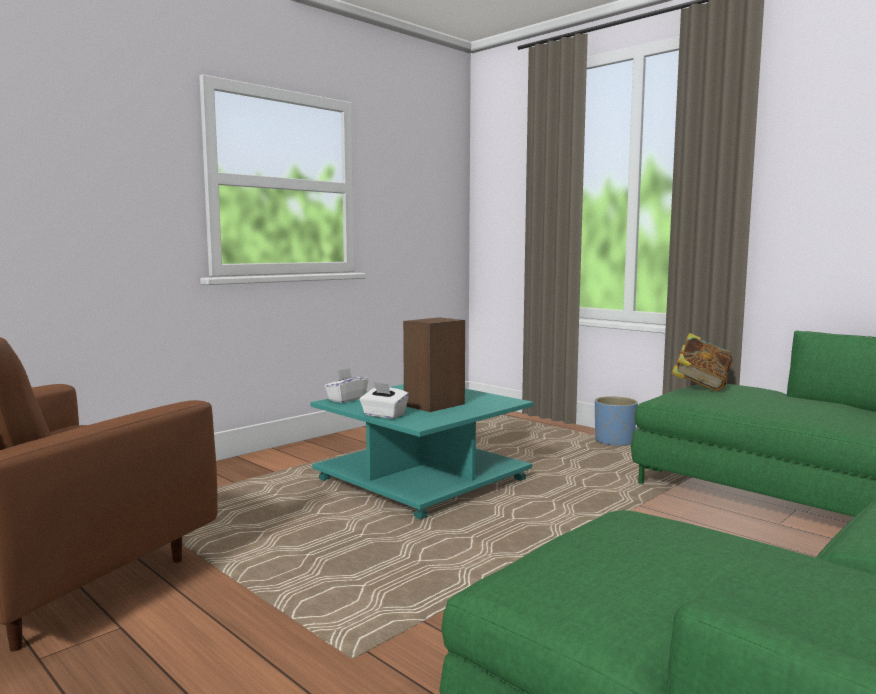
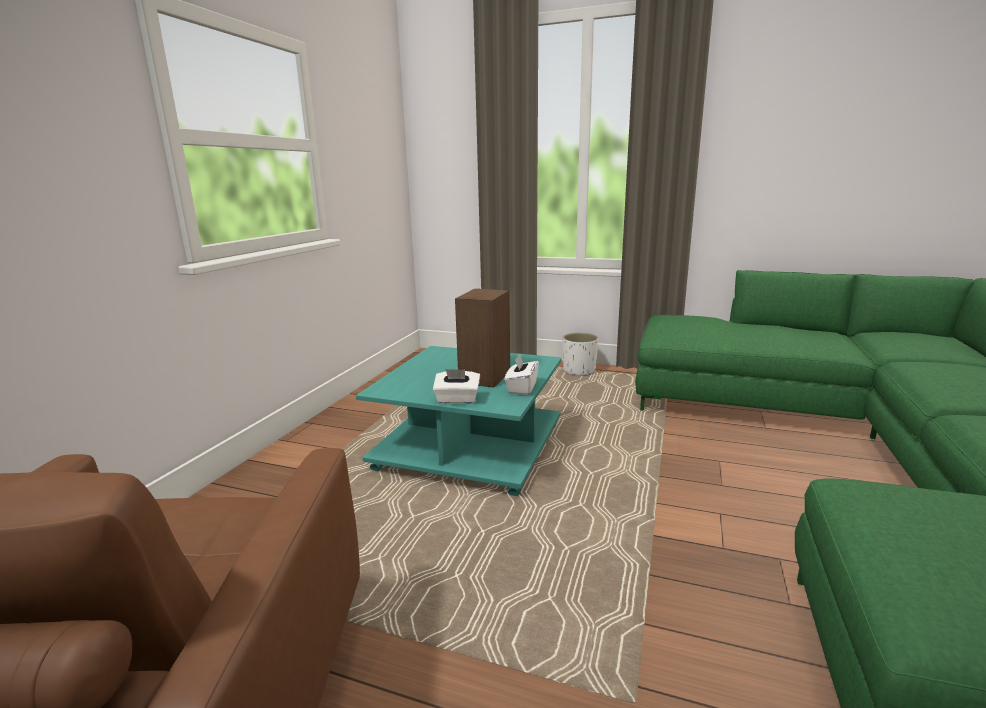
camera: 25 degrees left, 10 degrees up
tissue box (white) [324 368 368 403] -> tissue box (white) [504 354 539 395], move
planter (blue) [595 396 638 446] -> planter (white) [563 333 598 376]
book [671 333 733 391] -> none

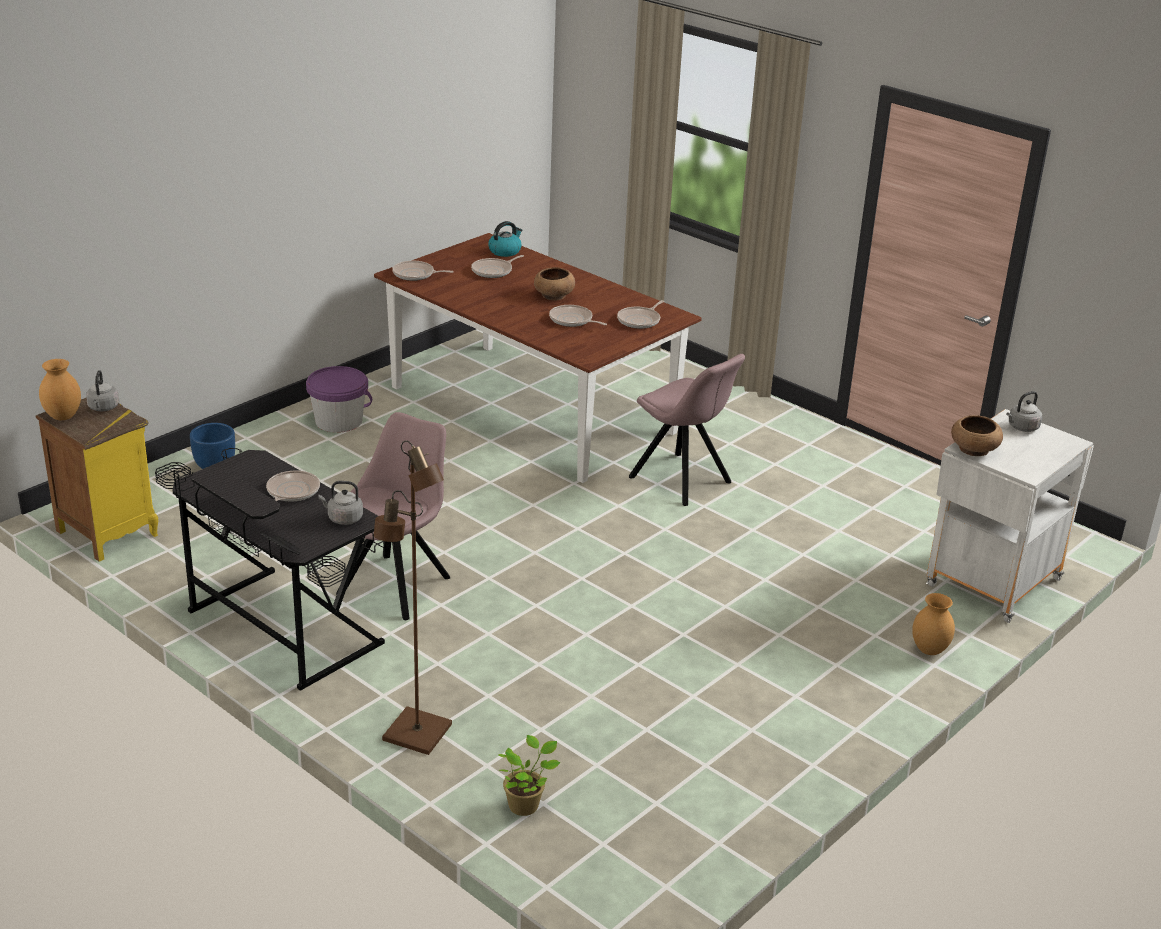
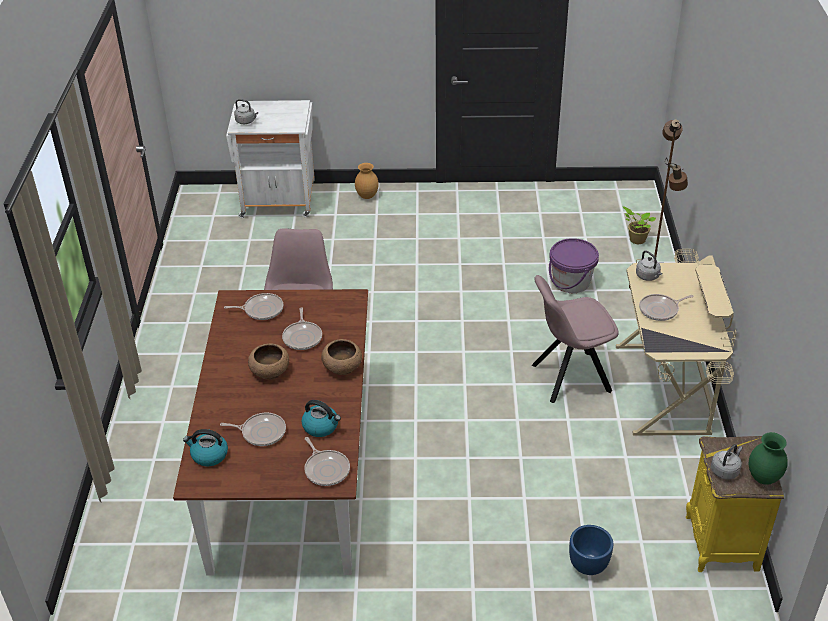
camera: 130 degrees left, 10 degrees up
vase (brown) [39 359 81 420] -> vase (green) [749 432 788 485]
desk (black) [155 448 385 691] -> desk (beige) [616 249 736 435]
bucket (purple) [306 366 372 433] -> bucket (purple) [549 238 599 293], move
bowl (brown) [951 415 1003 456] -> bowl (brown) [321 339 362 375], move
none -> kettle [301 400 341 437]

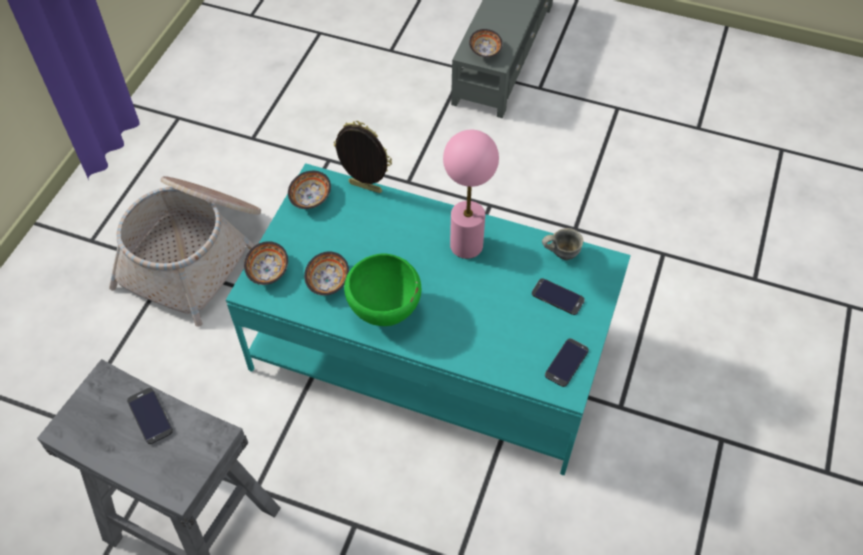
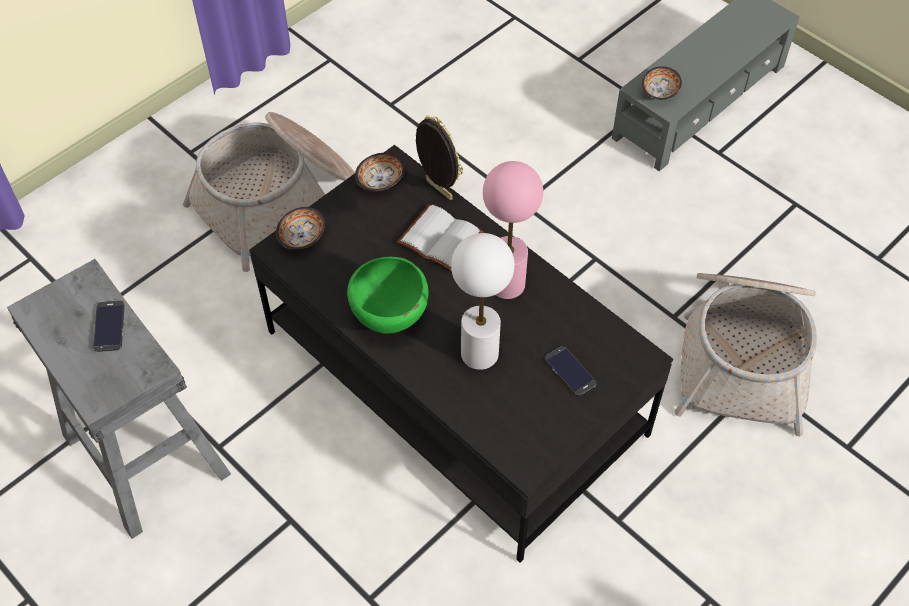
camera: 25 degrees right, 0 degrees up
coffee table (turquoise) [226 163 631 475] -> coffee table (black) [249 145 673 562]
bowl [304 252 349 296] -> none
mug (grey) [542 228 583 260] -> none
phone [545 338 589 387] -> none
none -> book (white) [397 204 484 272]
none -> table lamp (white) [451 233 515 370]
none -> basket [674 273 817 436]

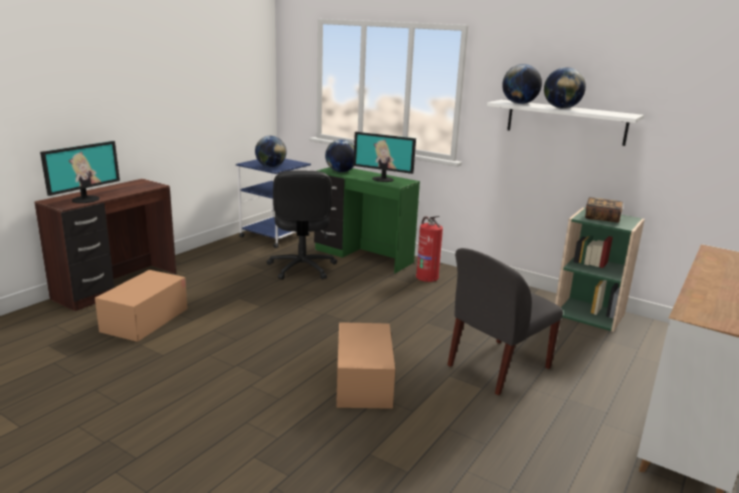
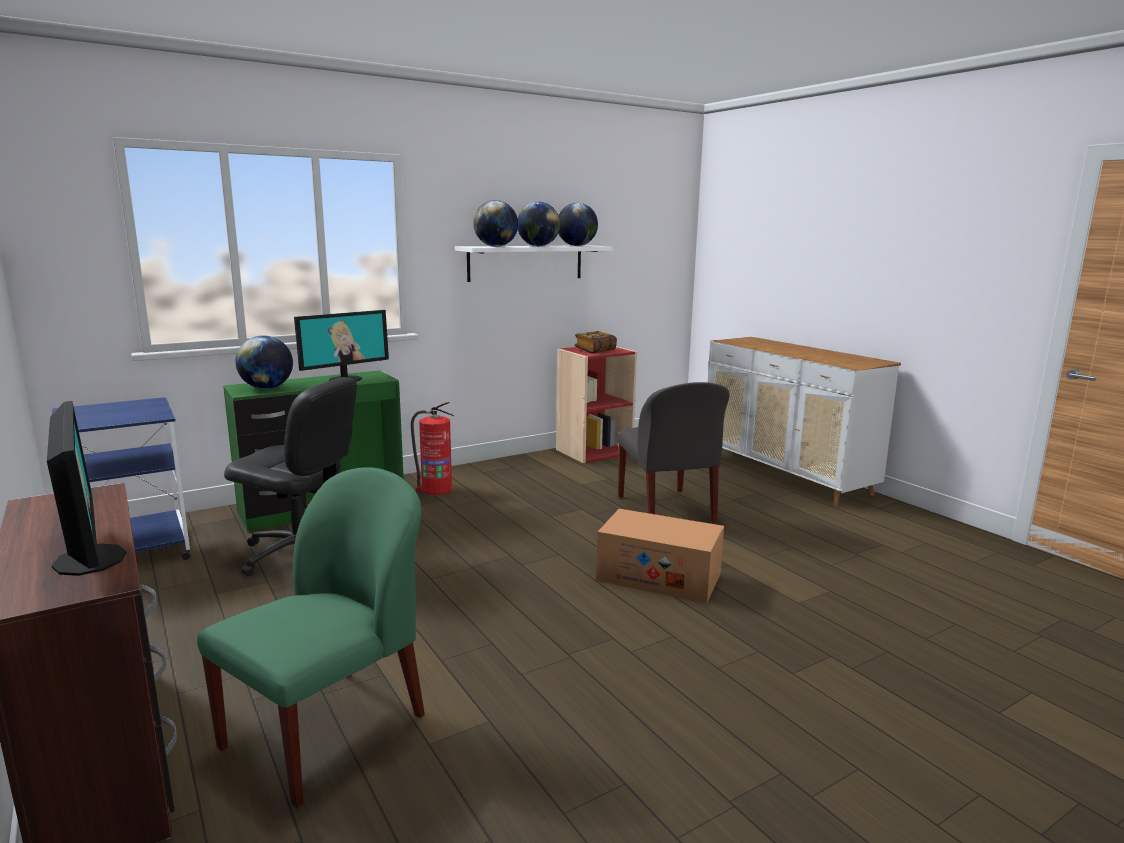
camera: 65 degrees left, 5 degrees down
cardboard box [95 270 188 342] -> chair (green) [197 467 425 808]
globe [255 136 287 167] -> globe [558 203 598 246], move
bookcase (green) [555 207 645 332] -> bookcase (red) [556 346 637 463]

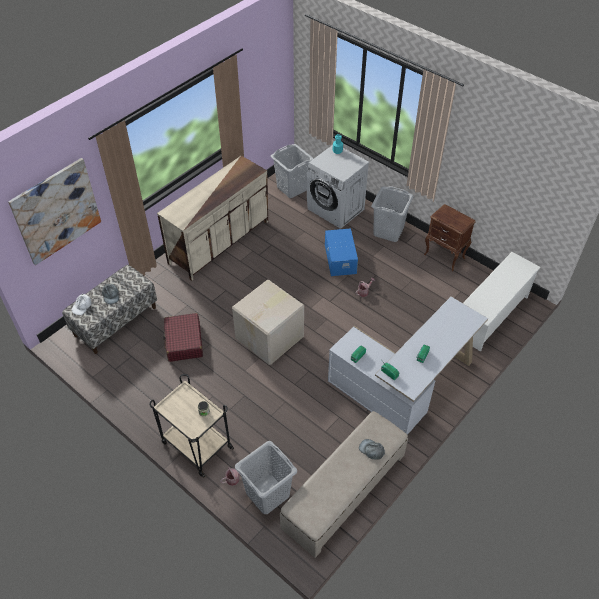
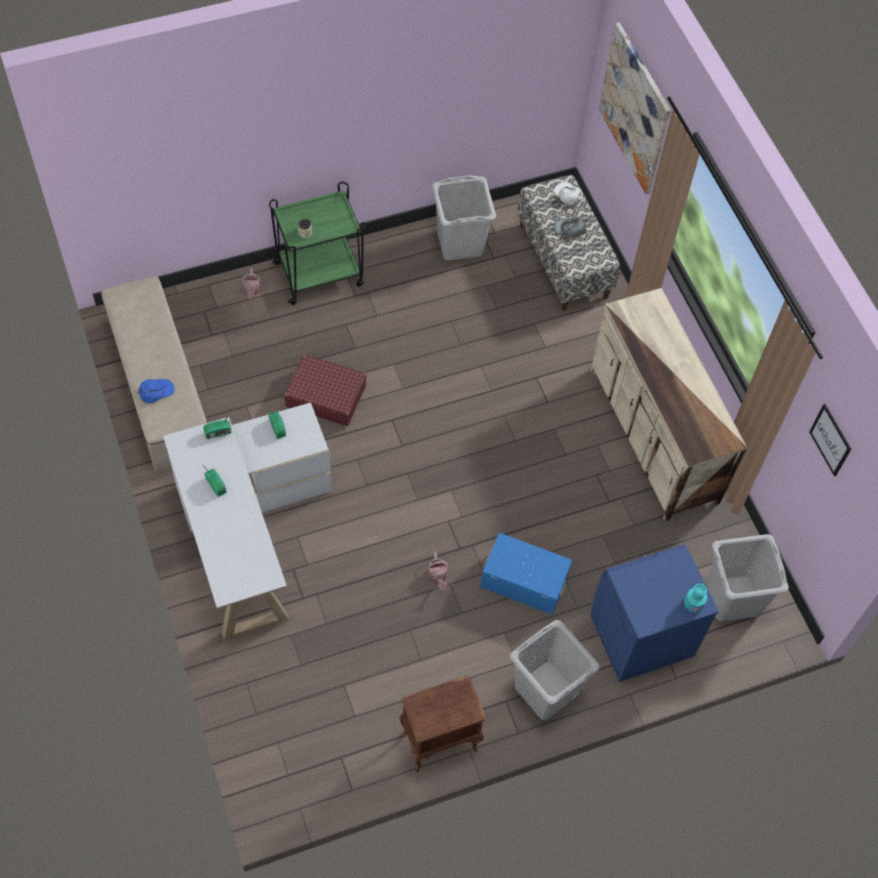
camera: 115 degrees right, 10 degrees up
cart (beige) [150 374 234 477] -> cart (green) [269 181 365 305]
suitcase (red) [163 313 203 362] -> suitcase (red) [284 355 367 426], move
cardboard box [232 280 304 365] -> none
laundry basket (grey) [235 441 297 514] -> laundry basket (grey) [432 175 496 261], move
washing machine (white) [307 145 369 229] -> washing machine (blue) [591 544 719 682]
cap (grey) [359 439 385 459] -> cap (blue) [138 379 175 403]
shoe rack (white) [463 252 541 351] -> none
none -> picture [809 404 851 476]

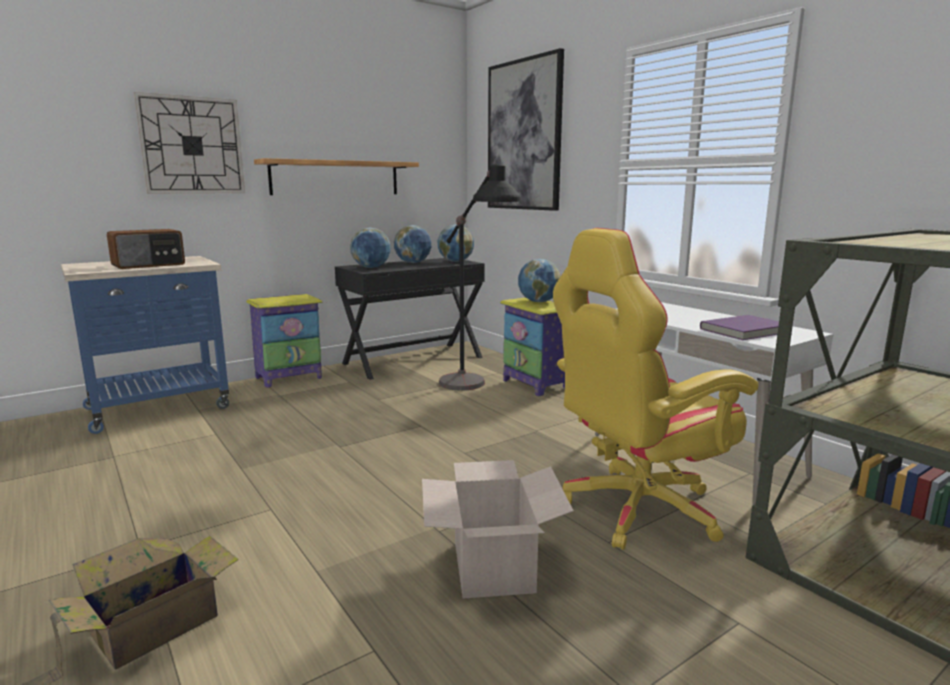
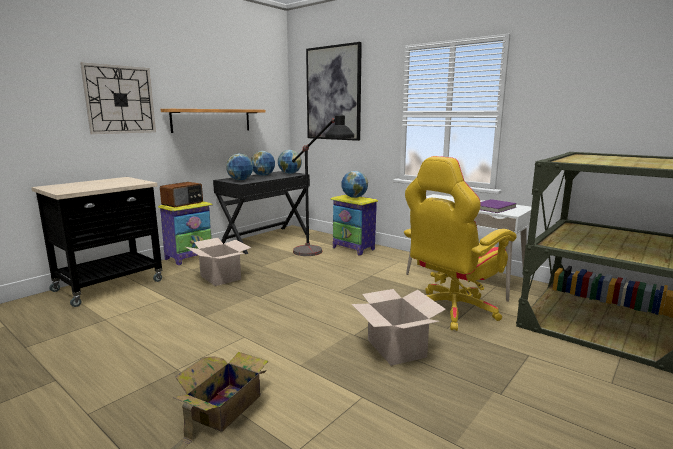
camera: 15 degrees left, 0 degrees up
cart (blue) [61 256 229 434] -> cart (black) [31 177 162 307]
radio [107 229 185 269] -> radio [160 182 203 207], move
none -> cardboard box [186 238 252 286]

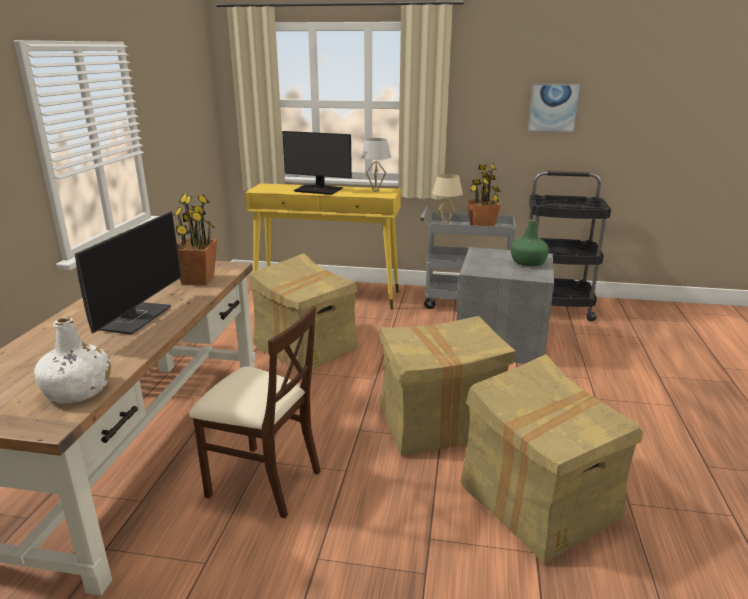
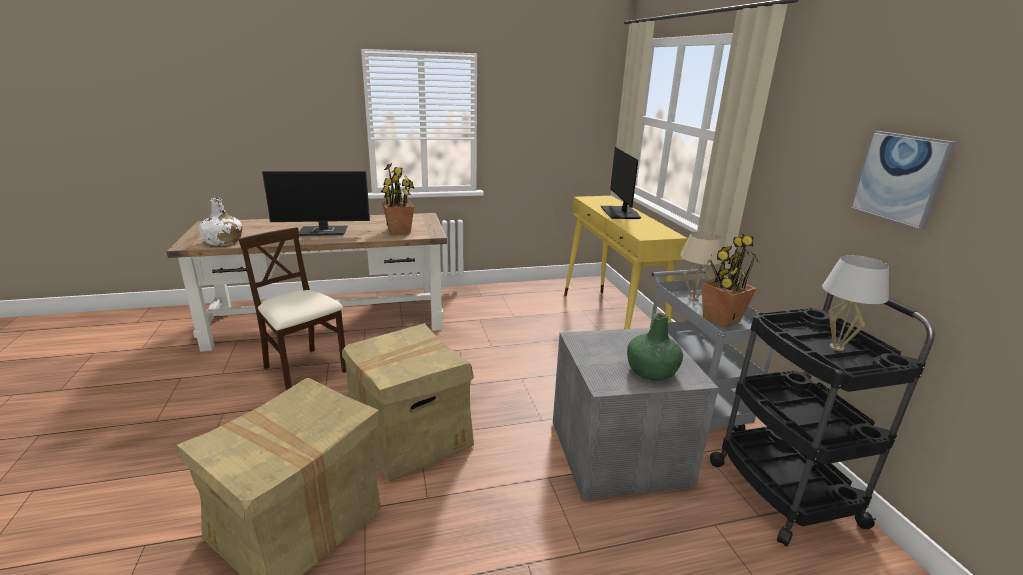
camera: 65 degrees right, 0 degrees up
chair (beige) [189 306 321 518] -> chair (beige) [238 227 346 390], 135 degrees clockwise
cardboard box [249 253 358 369] -> none
table lamp (white) [361 138 391 192] -> table lamp (white) [822 255 889 351], move

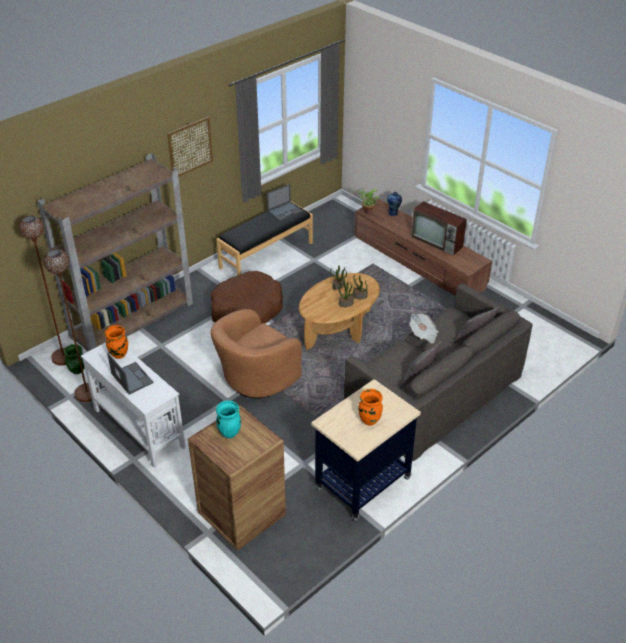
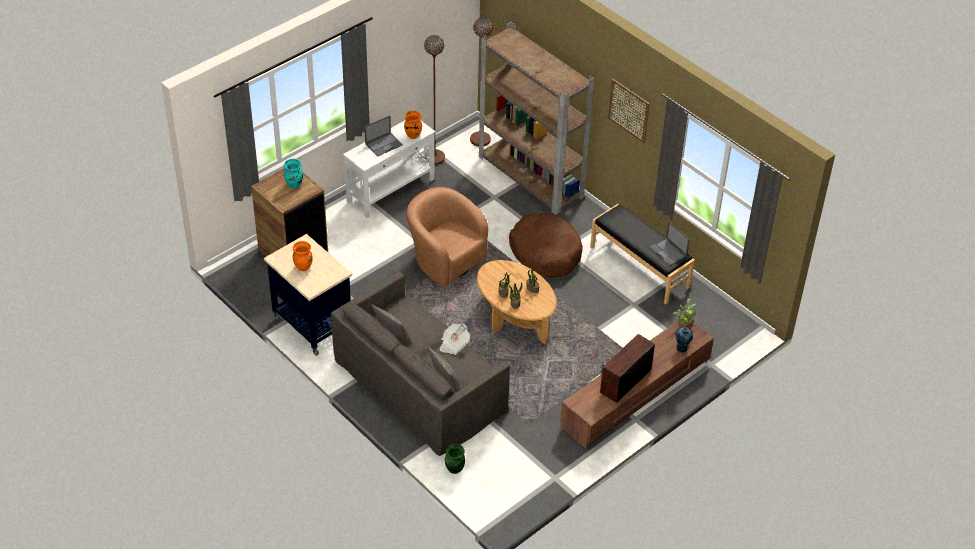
camera: 90 degrees right, 5 degrees up
vase (green) [64 344 85 374] -> vase (green) [445 444 465 474], move

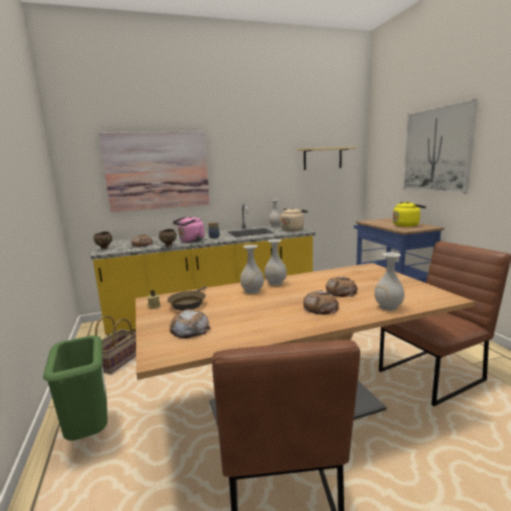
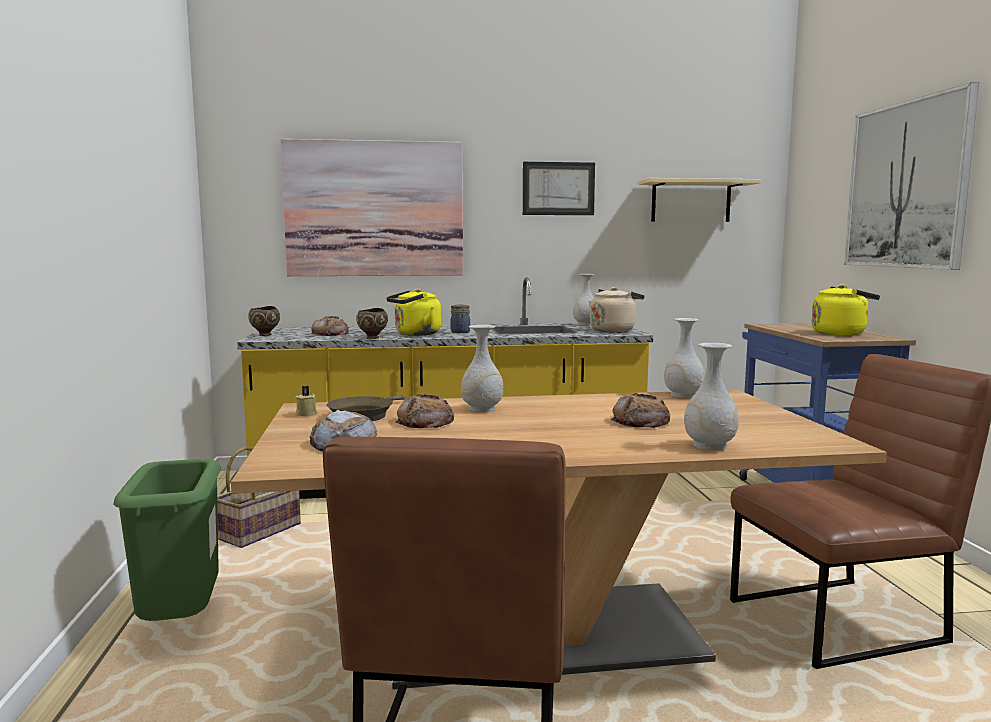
camera: 10 degrees right, 5 degrees down
kettle (pink) [173 216 204 242] -> kettle (yellow) [386 289 441 336]
vase (white) [264 239 287 286] -> vase (white) [664 318 704 398], move
bread [303 290 339 315] -> bread [395 394 454 428], move
none -> picture [523 162 595 215]

